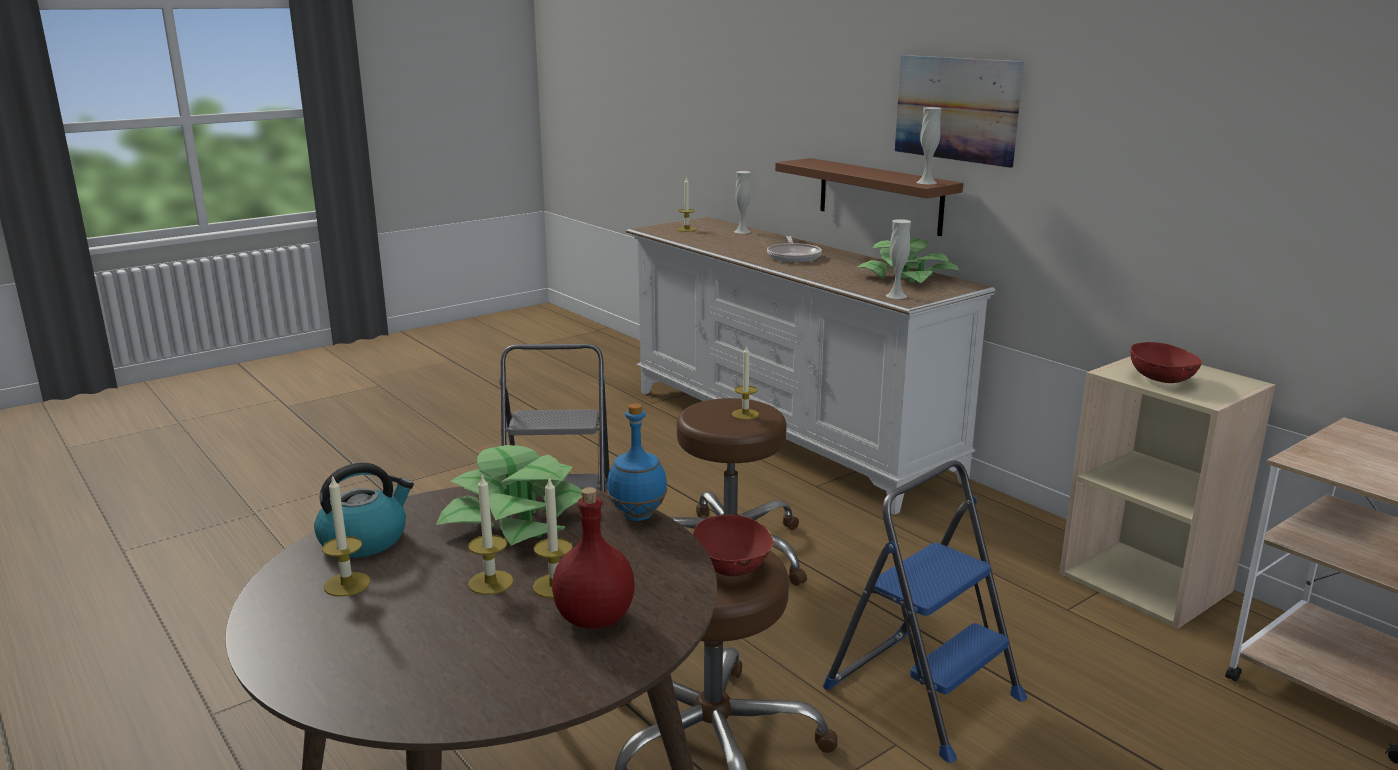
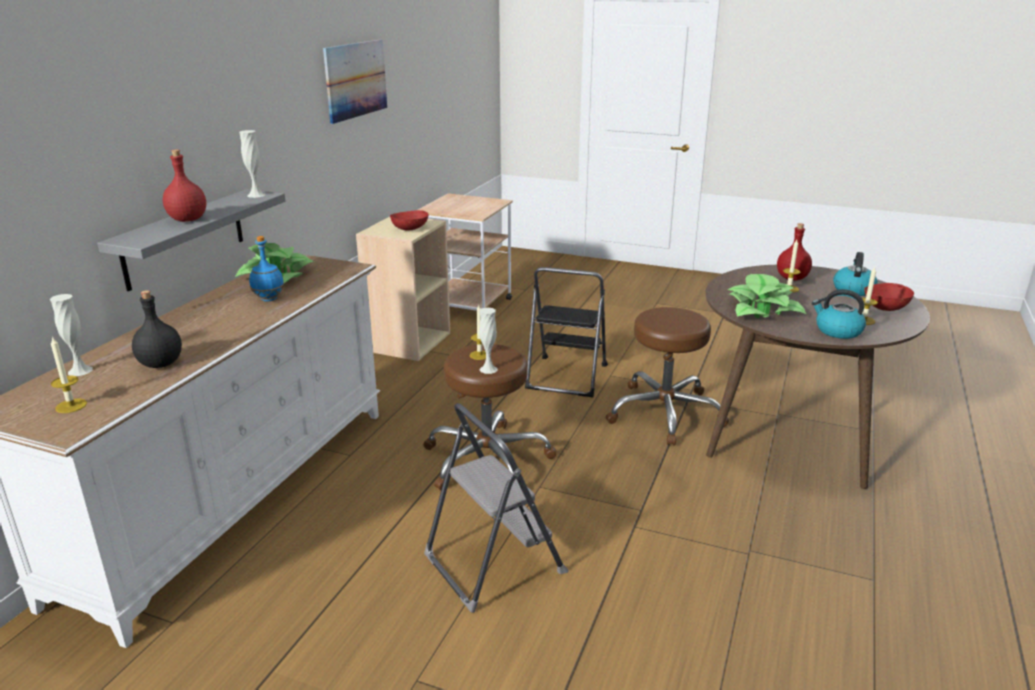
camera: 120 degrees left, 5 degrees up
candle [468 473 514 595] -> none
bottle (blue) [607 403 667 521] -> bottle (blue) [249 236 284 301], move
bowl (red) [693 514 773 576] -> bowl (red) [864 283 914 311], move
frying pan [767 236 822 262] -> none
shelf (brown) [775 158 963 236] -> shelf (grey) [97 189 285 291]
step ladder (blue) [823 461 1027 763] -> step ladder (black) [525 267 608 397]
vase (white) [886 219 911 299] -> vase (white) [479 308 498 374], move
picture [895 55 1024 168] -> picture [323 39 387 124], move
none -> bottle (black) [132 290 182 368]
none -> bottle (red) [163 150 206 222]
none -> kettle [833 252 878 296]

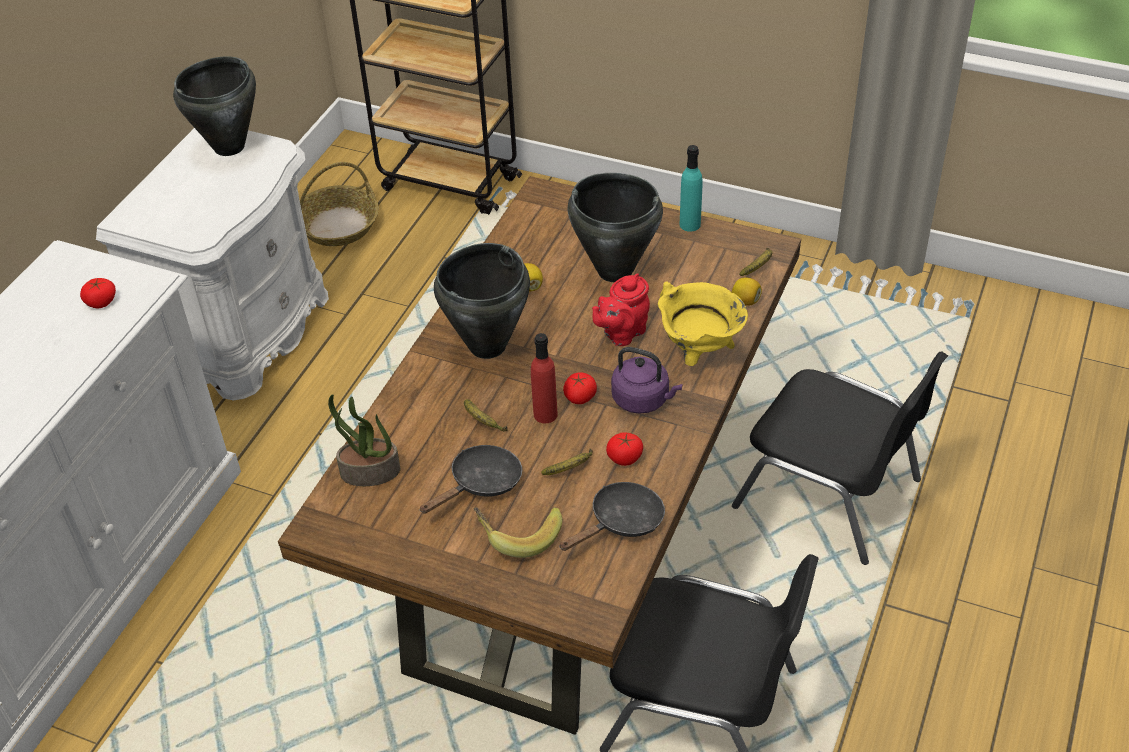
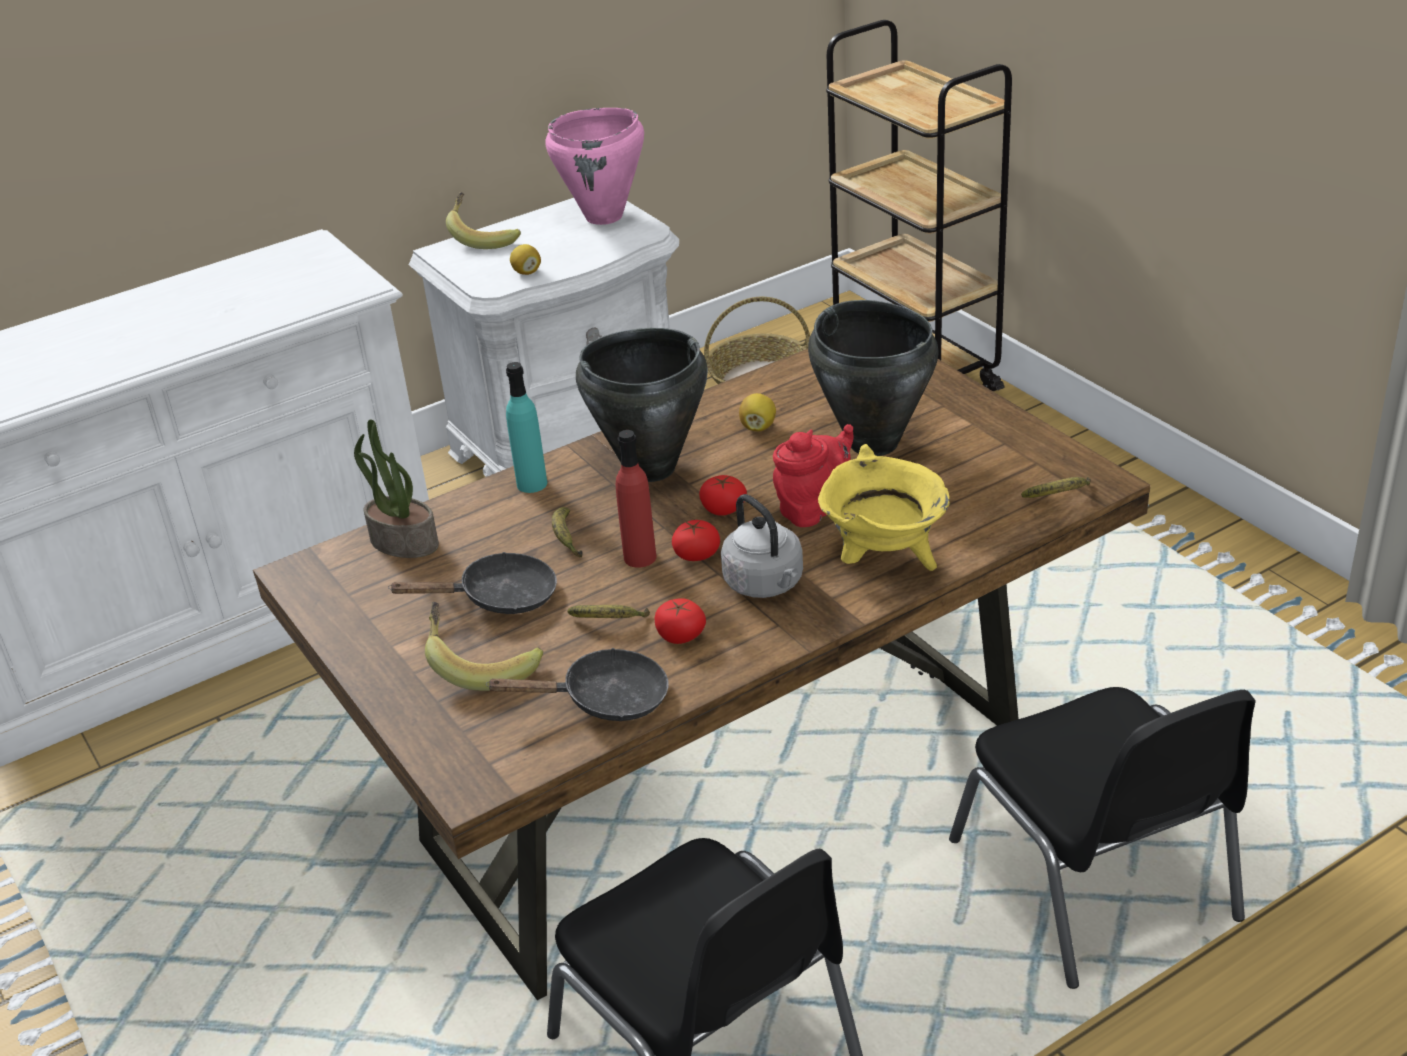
camera: 35 degrees right, 10 degrees down
tomato [80 278 116 308] -> tomato [699 475 747 516], move
cooking pot (black) [173 56 256 156] -> cooking pot (pink) [546 108 644 225]
teapot (red) [592 274 650 346] -> teapot (red) [773 424 853 527], 150 degrees clockwise
kettle (purple) [611 347 683 414] -> kettle (grey) [721 494 803 598]
bottle (turquoise) [680 145 702 232] -> bottle (turquoise) [506 362 547 493], move
lemon [732 277 762 306] -> lemon [510 244 541 275], move
none -> banana [446 192 521 249]

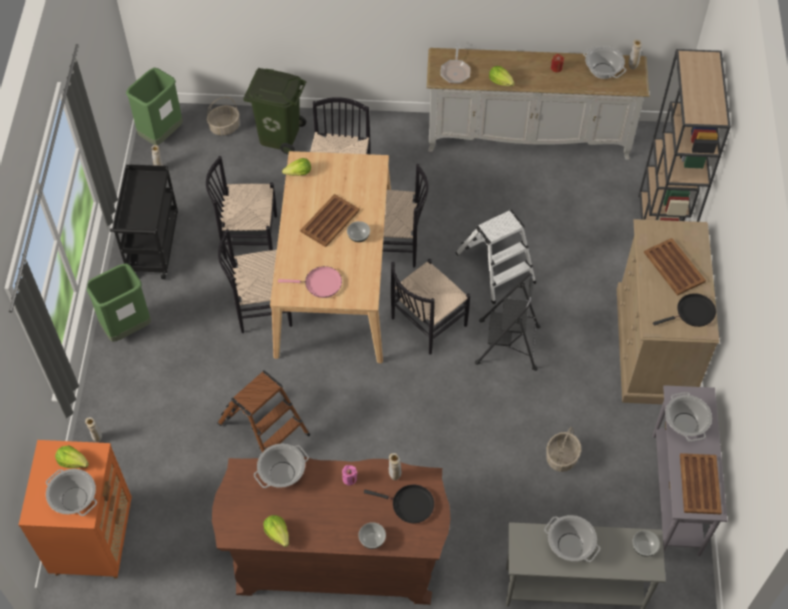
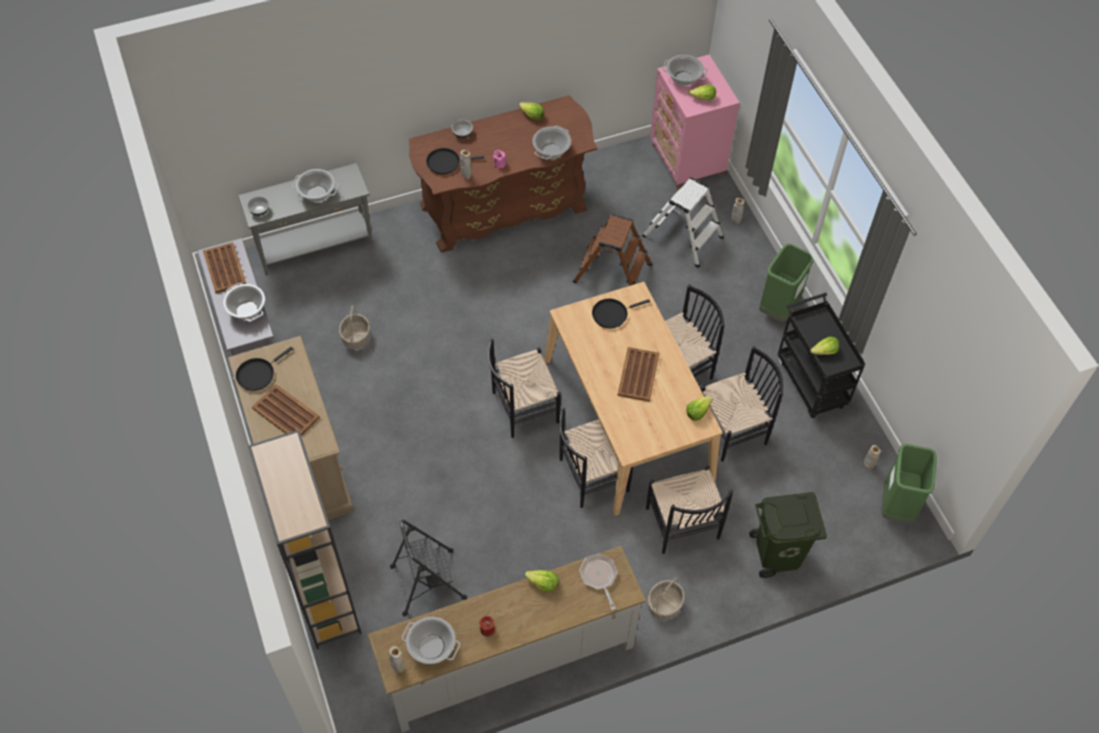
camera: 155 degrees right, 0 degrees up
dresser (orange) [19 440 132 578] -> dresser (pink) [650 55 740 189]
basket [207 97 240 136] -> basket [648 577 685 620], move
frying pan (pink) [278 266 342 298] -> frying pan (black) [592 299 650 328]
bowl [347 221 370 242] -> none
chair (black) [391 259 470 355] -> chair (black) [488 338 561 438], 135 degrees counterclockwise
step ladder (white) [455 209 536 304] -> step ladder (white) [642 177 724 268], move
step ladder (black) [475 273 541 371] -> step ladder (black) [390 520 467 616], move
none -> lettuce [810 336 839 355]

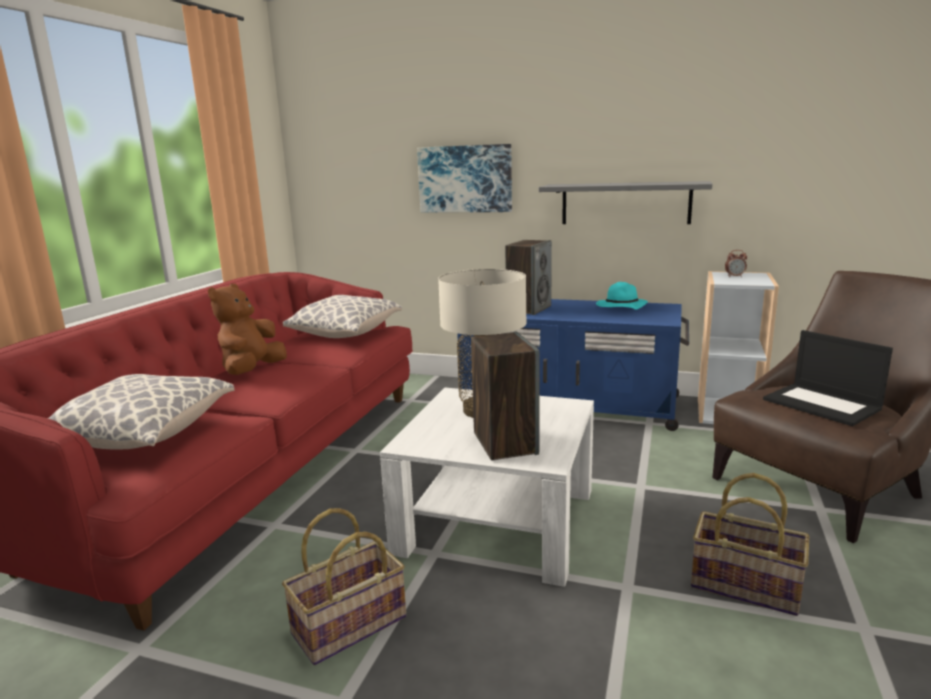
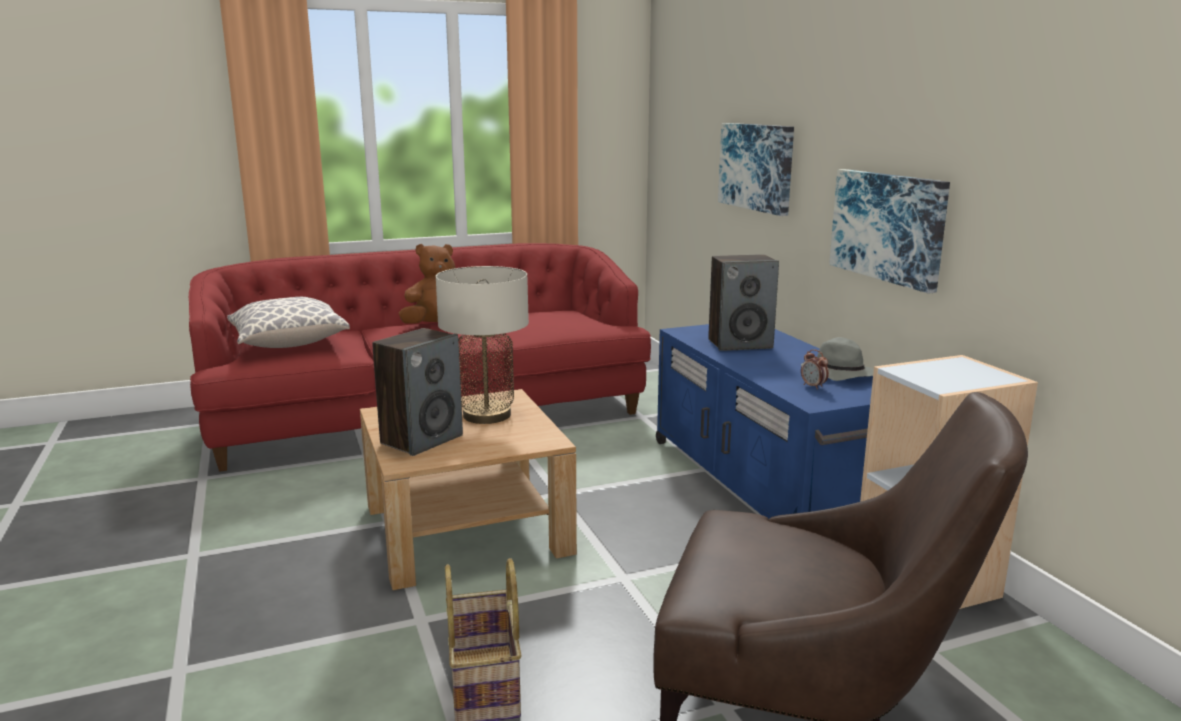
camera: 50 degrees right, 0 degrees up
basket [282 508 406 665] -> none
pillow [283 295 402 338] -> none
coffee table (white) [380 388 594 587] -> coffee table (brown) [360 389 577 590]
shelf (grey) [539 181 713 224] -> picture [829 169 950 294]
hat (turquoise) [596 282 648 310] -> hat (grey) [801 337 874 381]
alarm clock [725 250 747 277] -> alarm clock [801 349 829 390], move
laptop [763 330 893 426] -> none

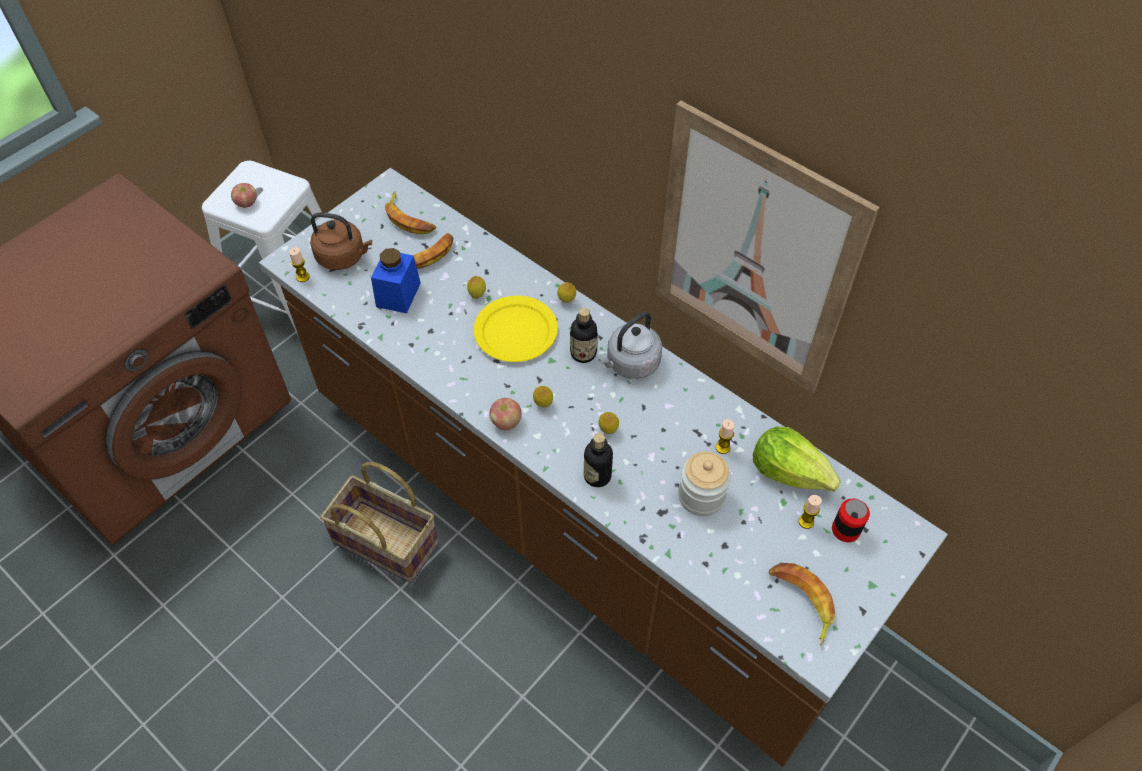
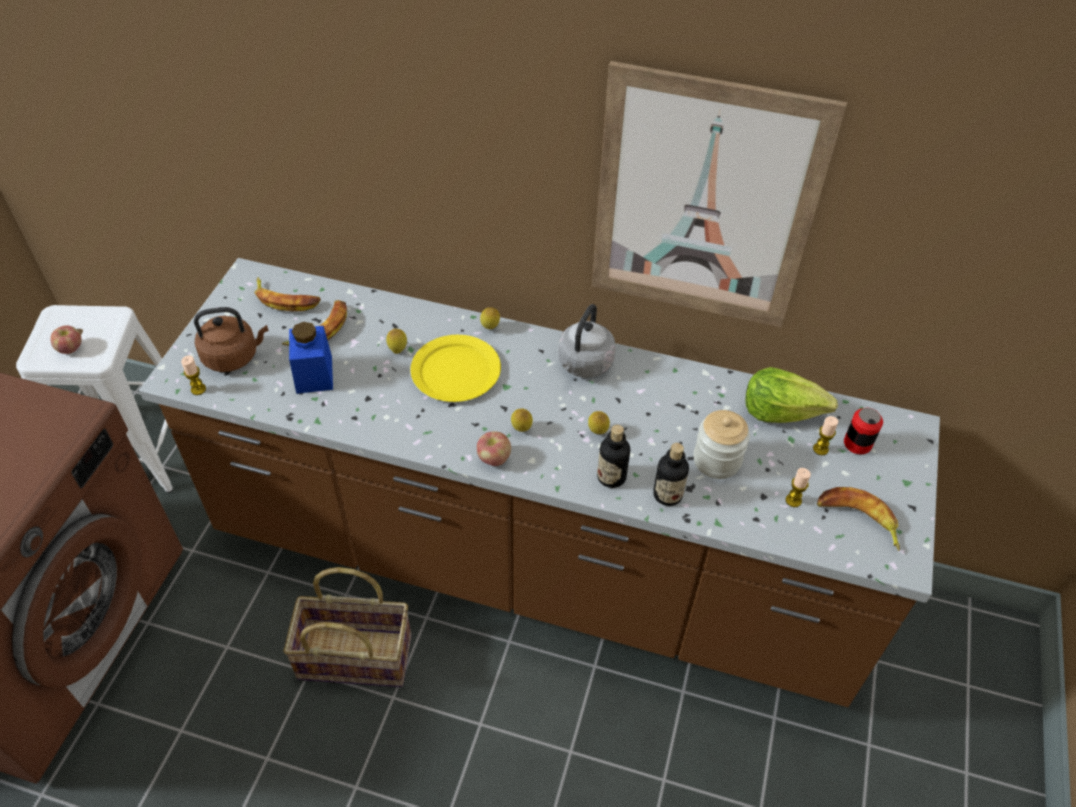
camera: 25 degrees left, 5 degrees down
bottle [570 307 598 363] -> bottle [653 443 689 506], move
candle [716 419 735 454] -> candle [786 468 811 507], move

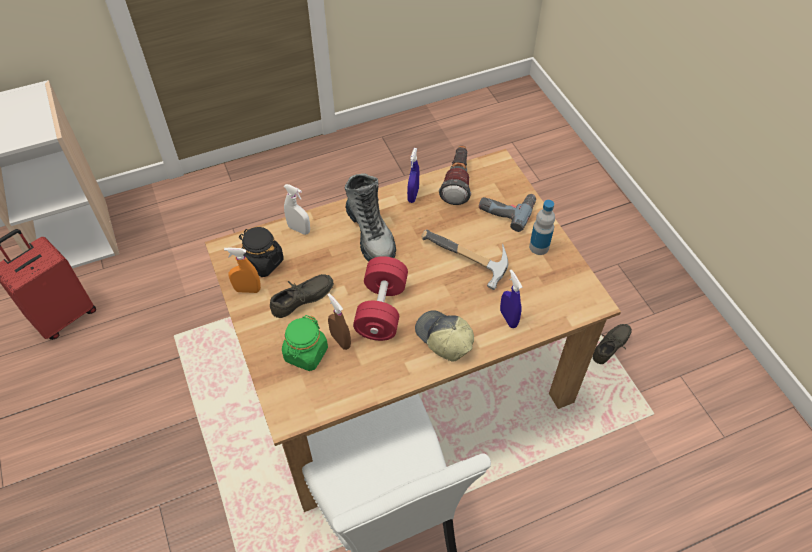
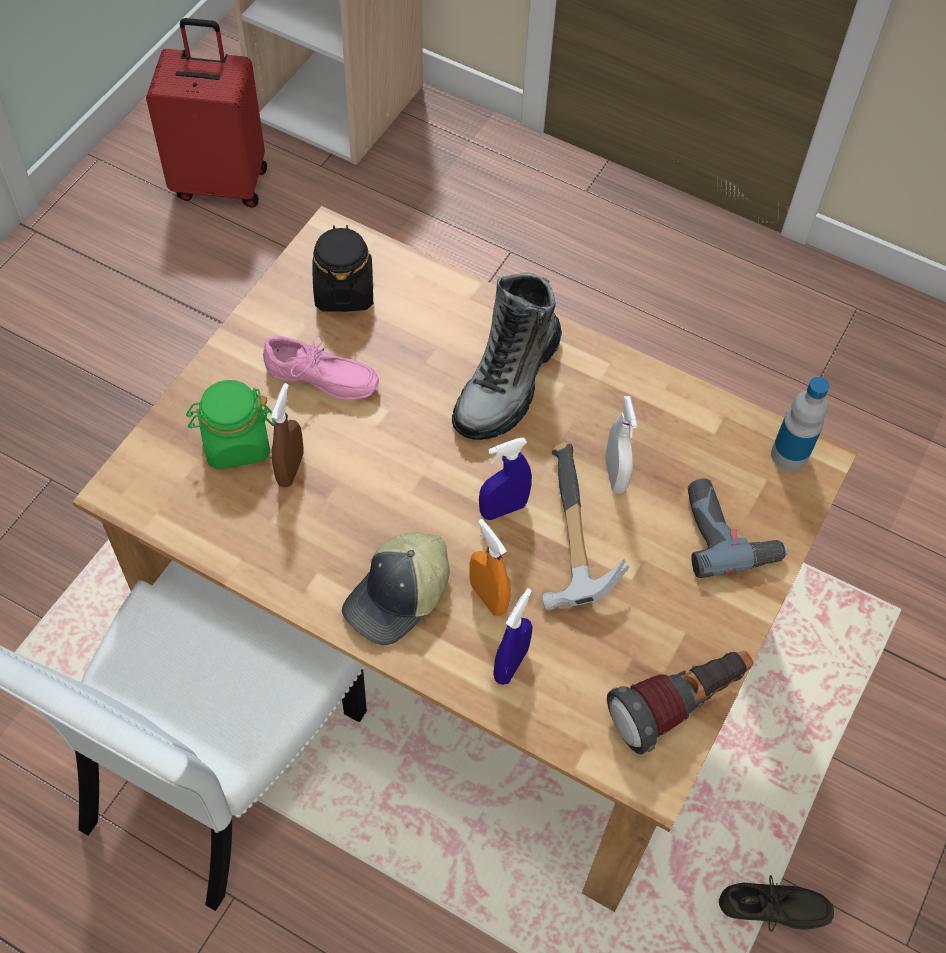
camera: 50 degrees right, 5 degrees up
spray bottle (orange) [224 247 261 293] -> spray bottle (orange) [469 519 511 616], move
shoe (grey) [270 274 334 318] -> shoe (pink) [263 335 379 400]
spray bottle (white) [284 184 310 235] -> spray bottle (white) [605 396 637 494], move
dumbbell (red) [353 256 408 341] -> none
spray bottle (blue) [407 148 419 203] -> spray bottle (blue) [479 438 532 520], move
cap [415 310 474 362] -> cap [342 532 450 645], 150 degrees counterclockwise
flashlight [439 146 471 205] -> flashlight [607 651 753 754], move
bottle [529 200 555 255] -> bottle [771 377 829 471], move

